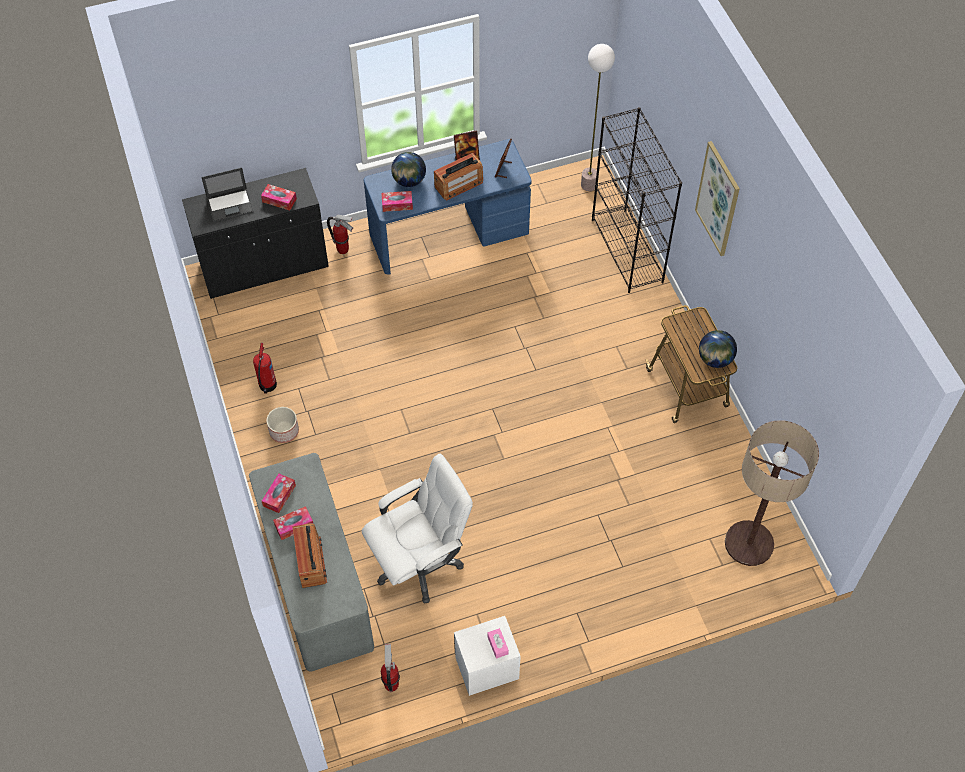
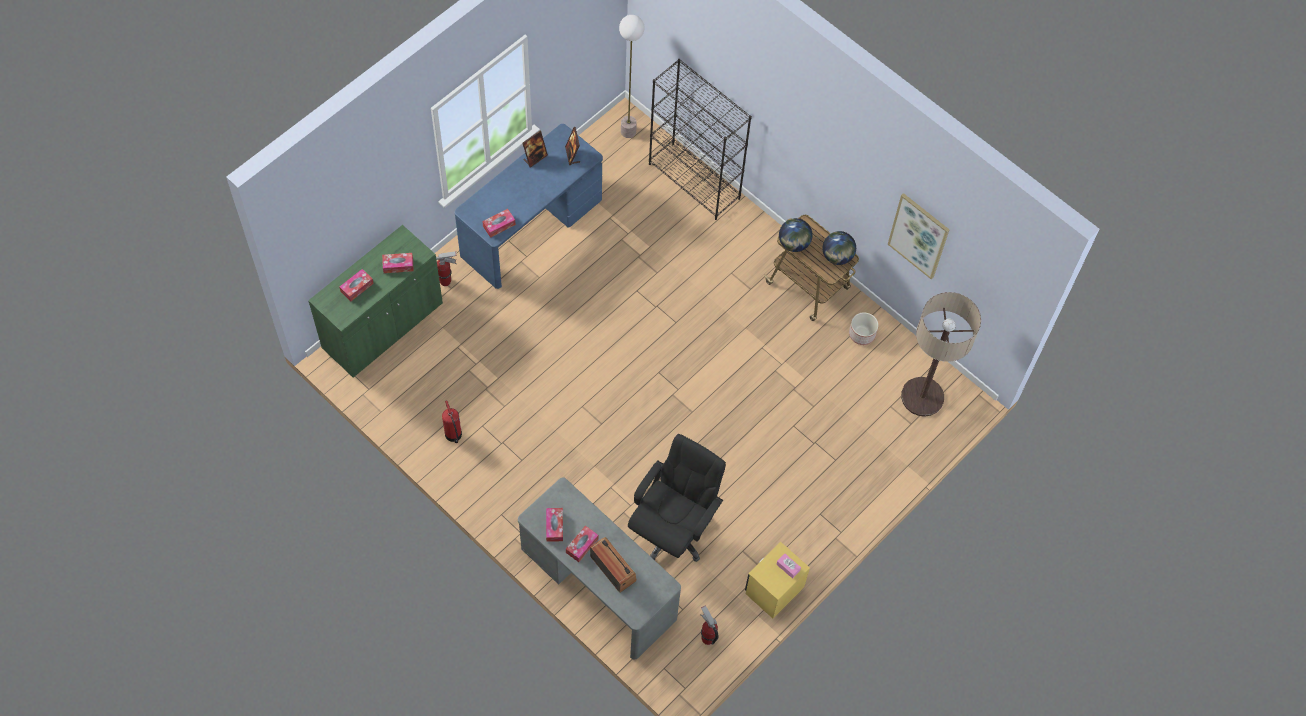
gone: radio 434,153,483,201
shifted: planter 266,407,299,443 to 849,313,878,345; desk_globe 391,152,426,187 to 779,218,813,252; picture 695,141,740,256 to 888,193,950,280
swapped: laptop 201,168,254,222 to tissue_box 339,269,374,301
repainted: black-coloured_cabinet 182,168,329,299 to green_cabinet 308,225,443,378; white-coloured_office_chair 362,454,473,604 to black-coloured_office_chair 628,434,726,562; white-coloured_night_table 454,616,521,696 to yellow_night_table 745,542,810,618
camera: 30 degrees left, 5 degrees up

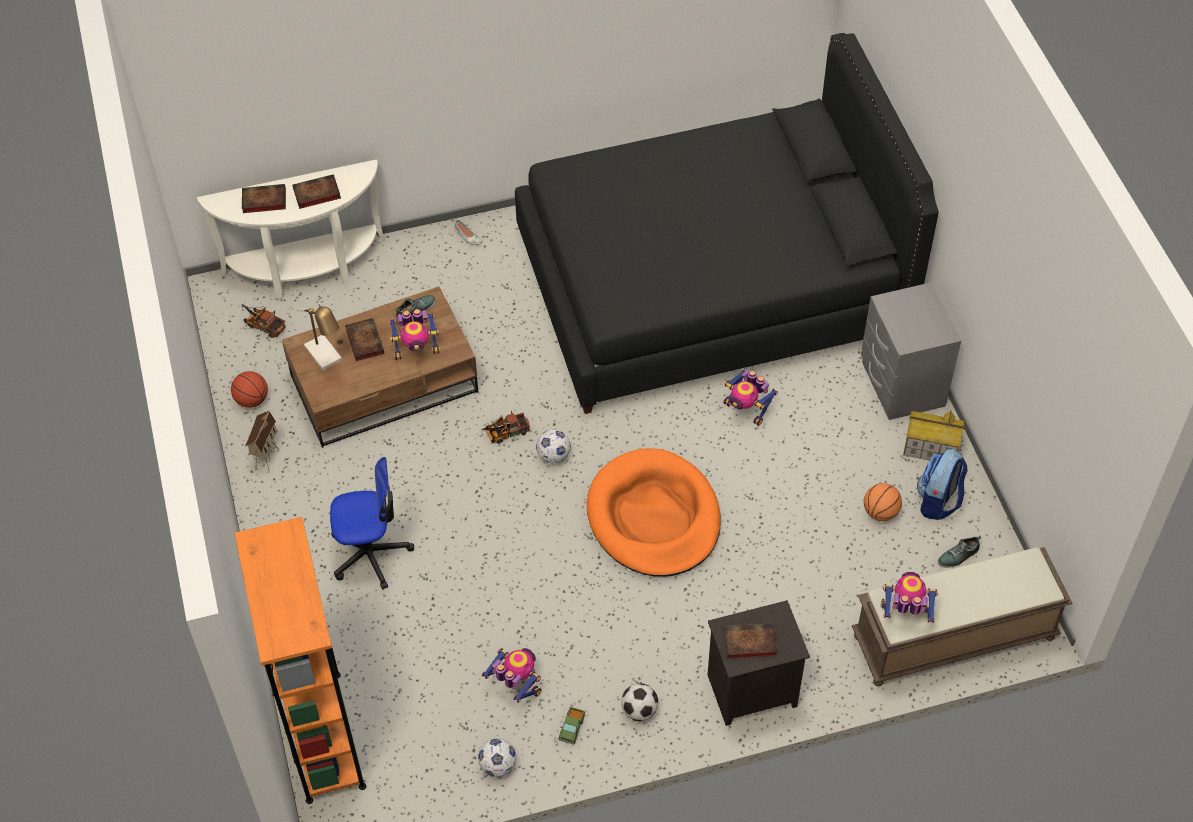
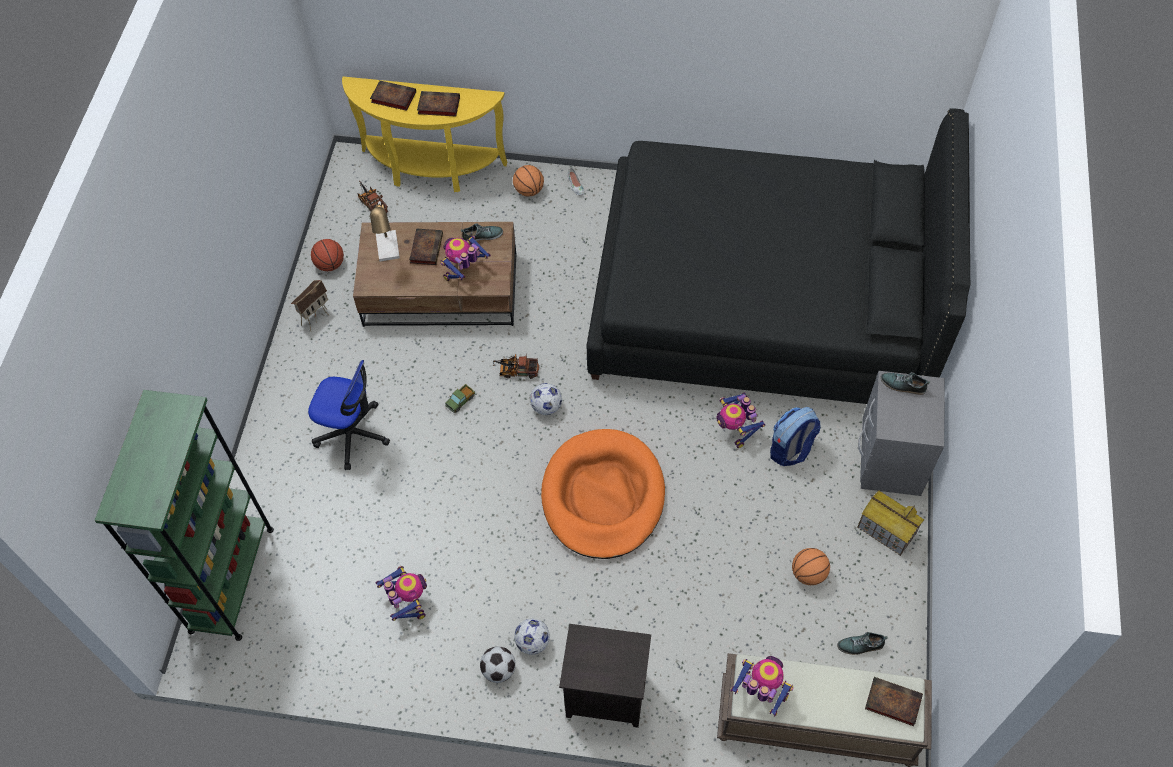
new: ball_for_basketball 513,165,544,196; low_shoe 880,372,930,395
shifted: ball_for_football 478,738,516,777 to 514,619,550,655; toy_truck 559,707,585,744 to 445,384,475,413; book 723,623,777,659 to 865,677,923,726; knapsack 917,449,968,520 to 770,407,821,466
repainted: white-coloured_narrow_table 197,159,386,299 to yellow_narrow_table 342,77,507,192; orangey_bookcase 234,517,366,804 to green_bookcase 94,390,274,641
rotated: model_robot 389,309,440,360 = 440,236,491,281 120 degrees clockwise
camera: 25 degrees right, 5 degrees up

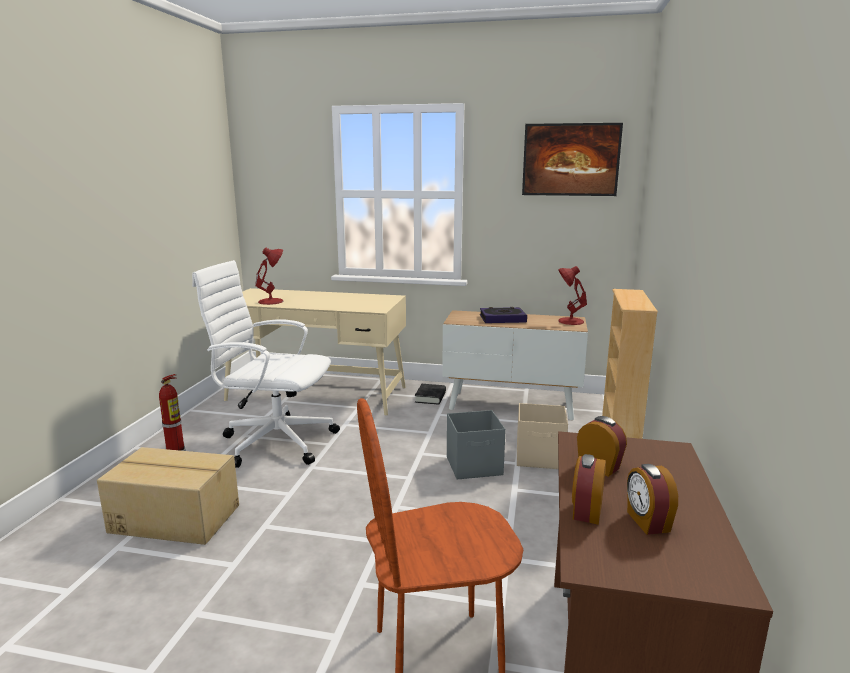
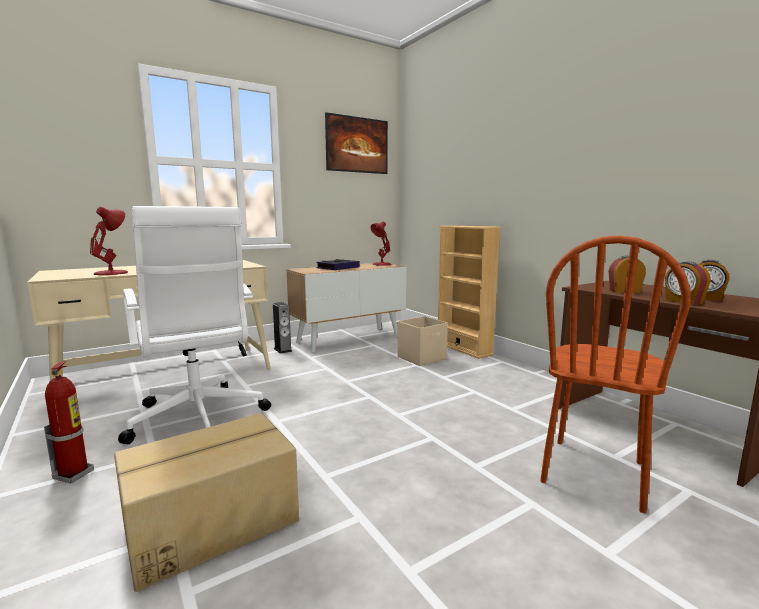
gone: greyish_storage_box 447,410,506,479
swapped: black-coloured_book 415,384,446,404 to loudspeaker 273,302,292,354
rotated: white-coloured_office_chair 192,260,340,468 = 118,206,271,444 90 degrees counterclockwise
camera: 45 degrees left, 5 degrees down

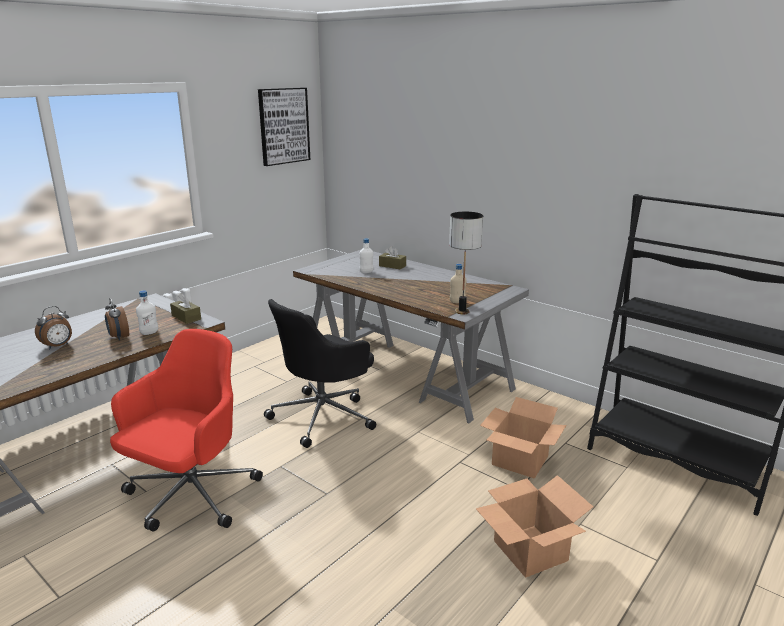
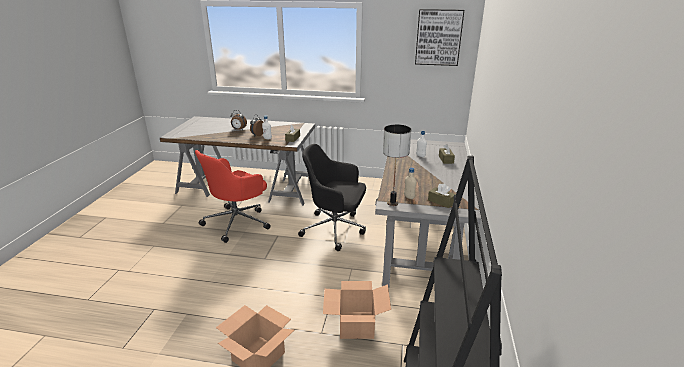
new: brown-coloured_tissue_box 428,183,456,208
rotated: red-coloured_office_chair 110,329,263,532 = 195,150,271,243 135 degrees clockwise
camera: 60 degrees right, 5 degrees up

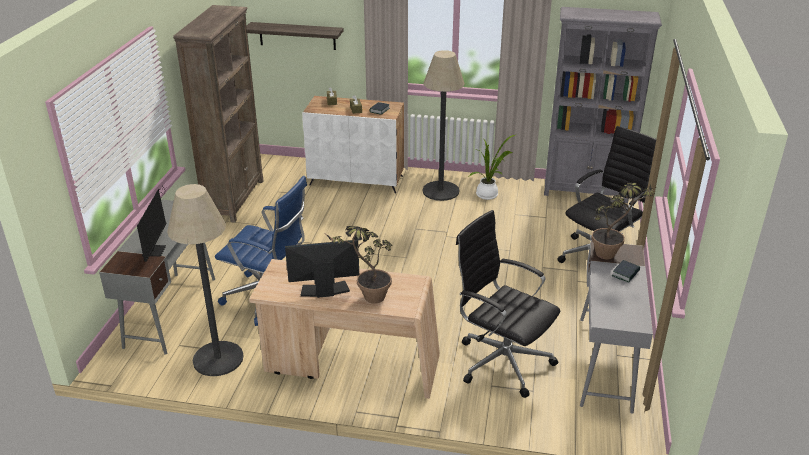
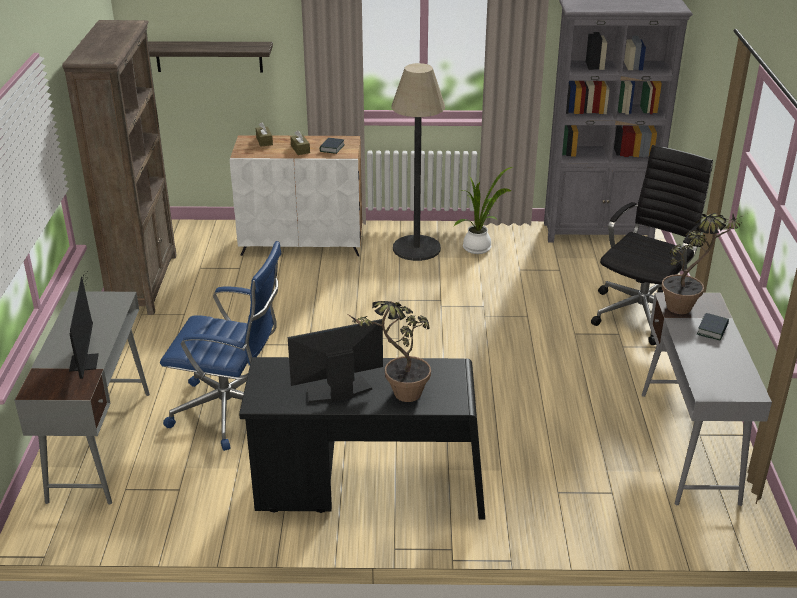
gone: floor_lamp 167,184,244,376; black-coloured_office_chair 456,210,560,398
repainted: sand-coloured_desk_table 249,259,440,399 to black-coloured_desk_table 239,357,485,519
camera: 10 degrees left, 0 degrees up

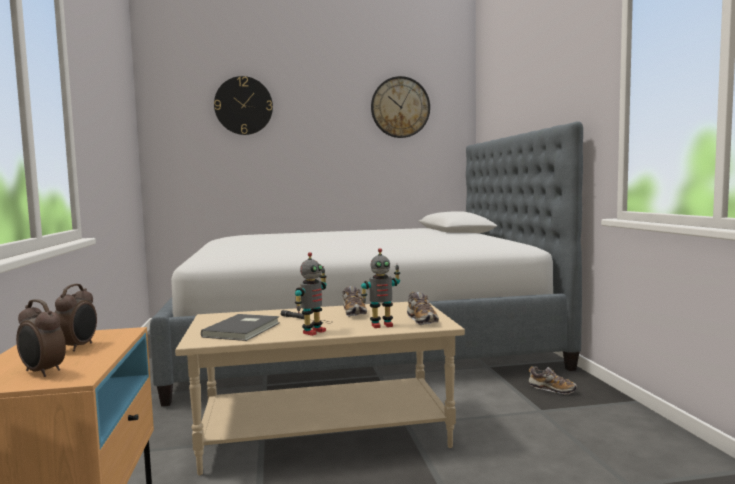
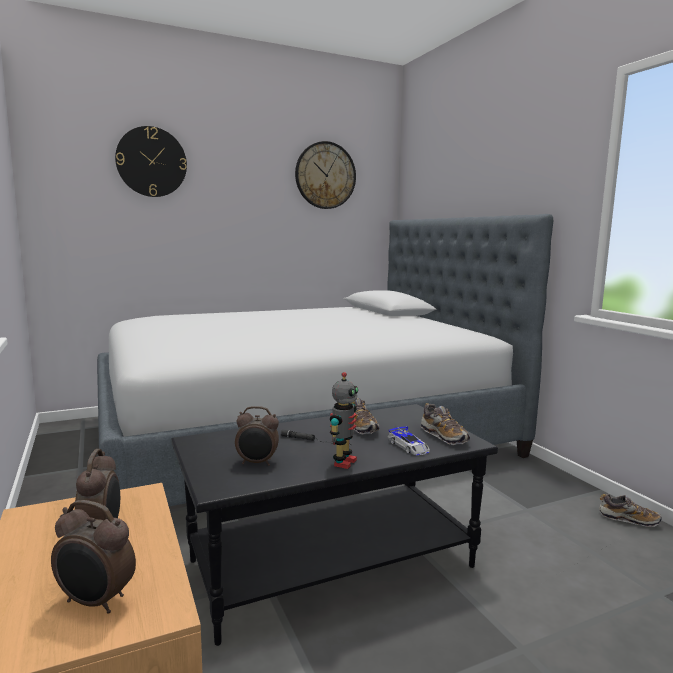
shifted: low_shoe 529,366,577,395 to 599,494,662,527
swapped: greyish_book 201,314,280,341 to table_clock 235,406,279,466; model_robot 361,248,400,328 to model_car 388,427,430,455
repainted: sand-coloured_coffee_table 175,302,465,475 to black-coloured_coffee_table 171,404,498,646
camera: 15 degrees left, 5 degrees up

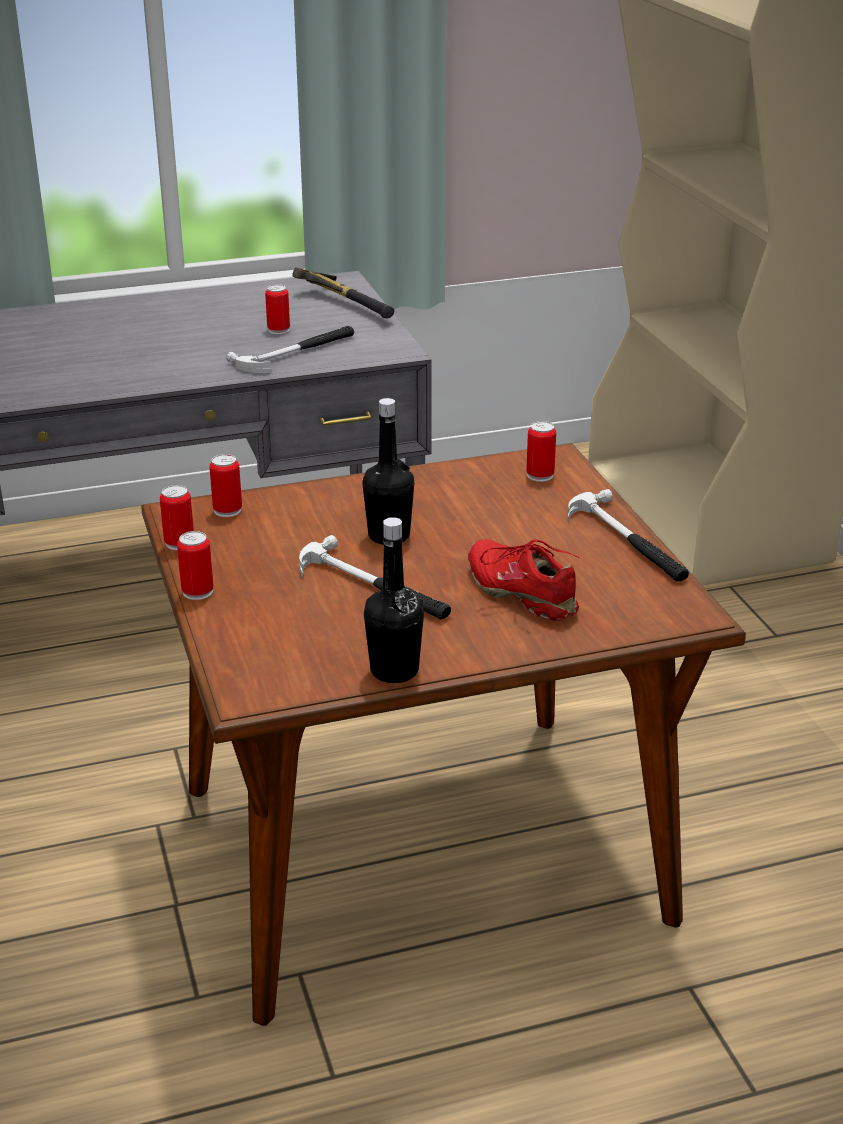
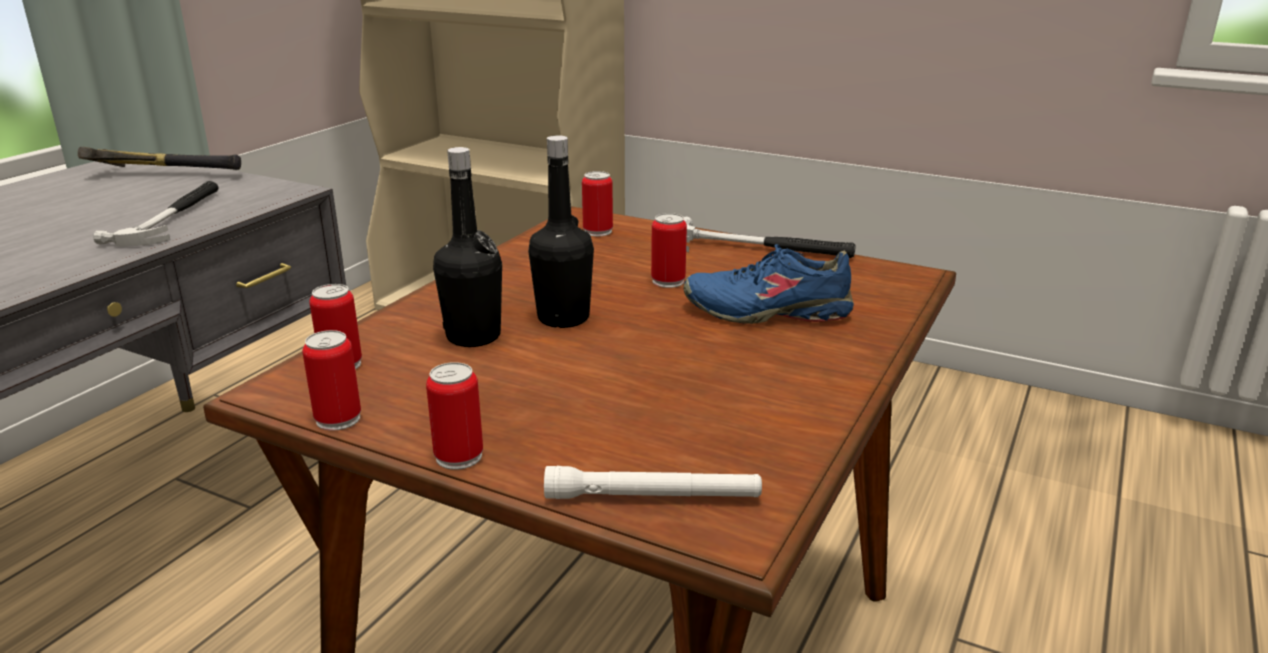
gone: hand_hammer 299,535,451,619
new: white-coloured_flashlight 544,466,762,499
shifted: sealed_can 265,284,290,334 to 651,213,687,288; black-coloured_bottle 364,517,424,683 to 433,147,502,347
repainted: red-coloured_low_shoe 468,539,579,621 to bluish_low_shoe 684,244,854,324
camera: 45 degrees left, 5 degrees down

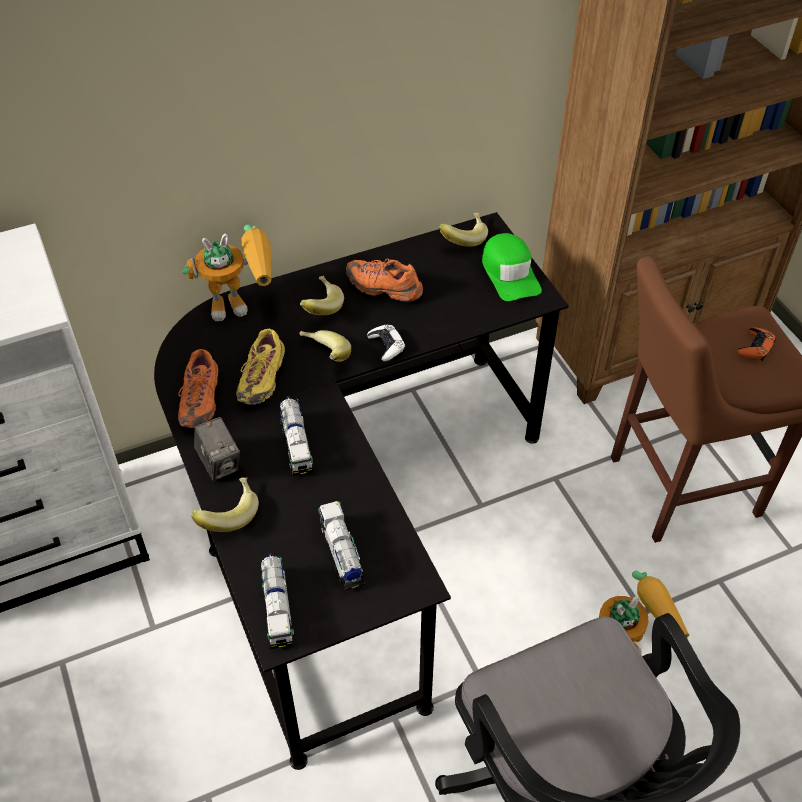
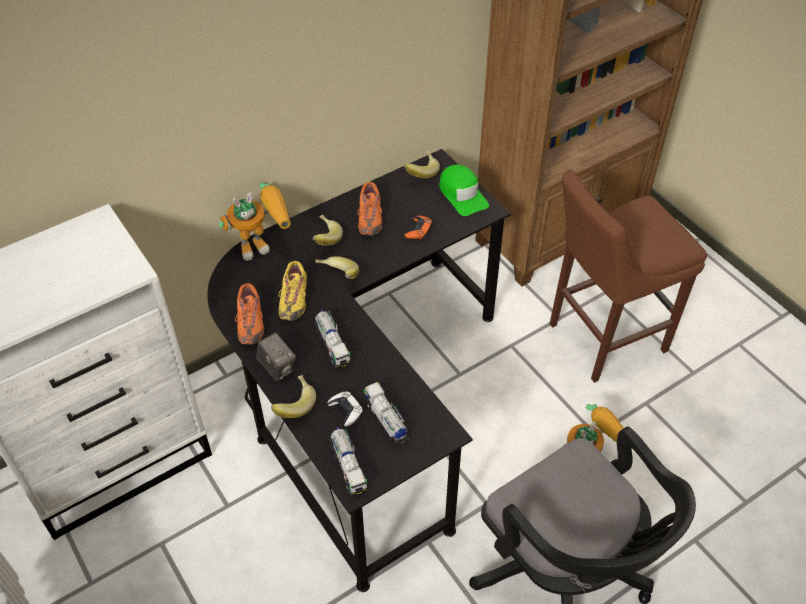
shifted: white-coloured_joypad 367,325,405,361 to 327,391,363,426; orangey_joypad 737,327,776,361 to 404,216,432,240
rotated: orangey_low_shoe 346,258,423,302 = 357,182,382,236 105 degrees counterclockwise
camera: 10 degrees left, 0 degrees up

